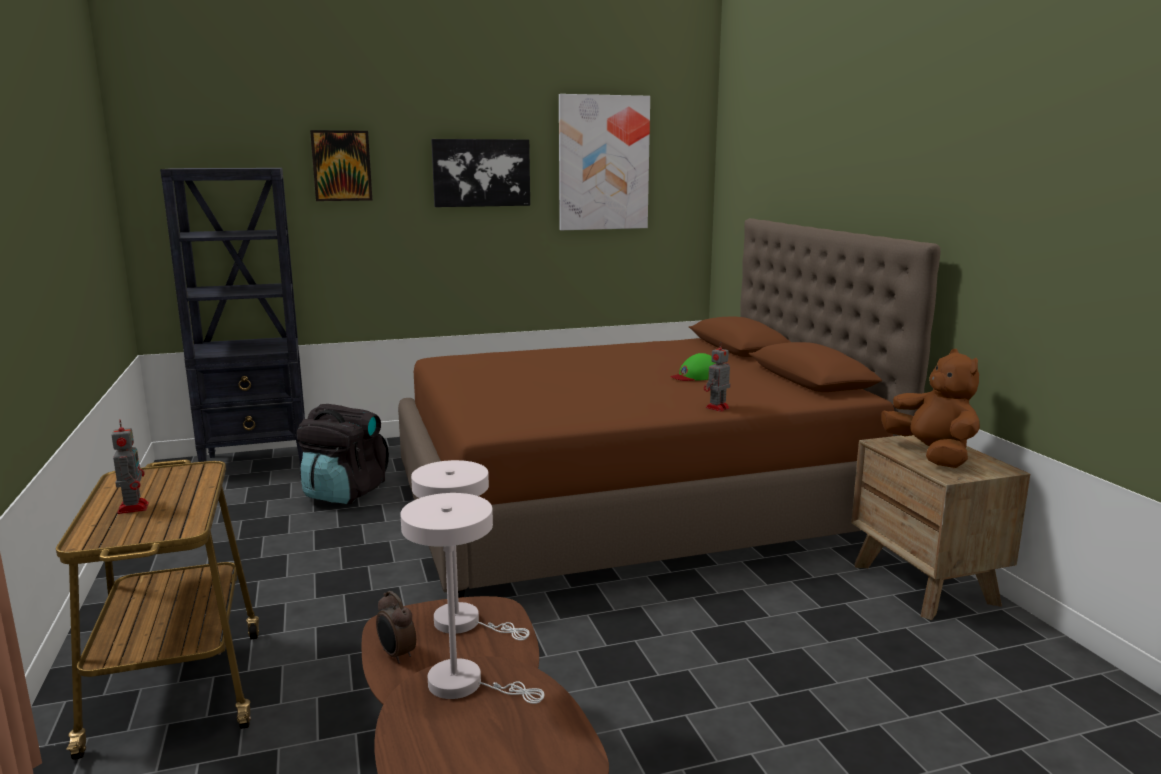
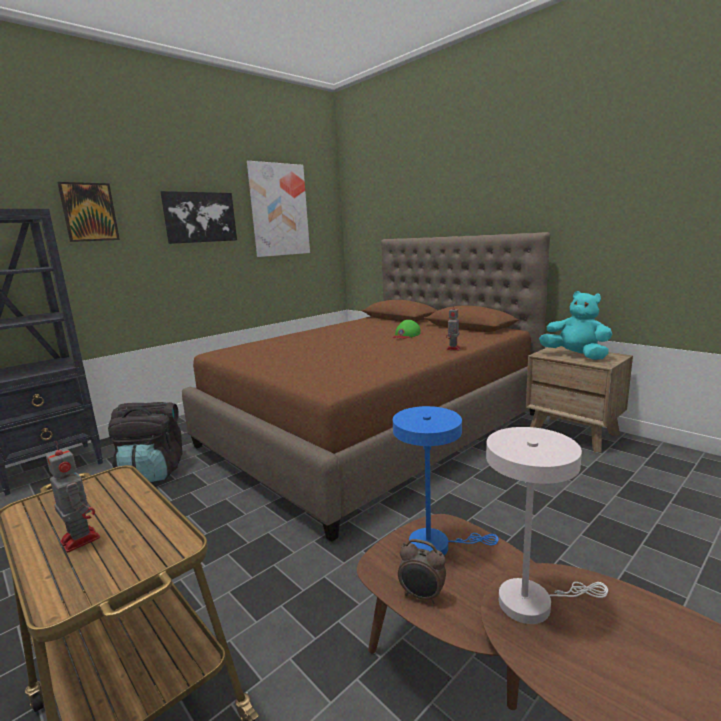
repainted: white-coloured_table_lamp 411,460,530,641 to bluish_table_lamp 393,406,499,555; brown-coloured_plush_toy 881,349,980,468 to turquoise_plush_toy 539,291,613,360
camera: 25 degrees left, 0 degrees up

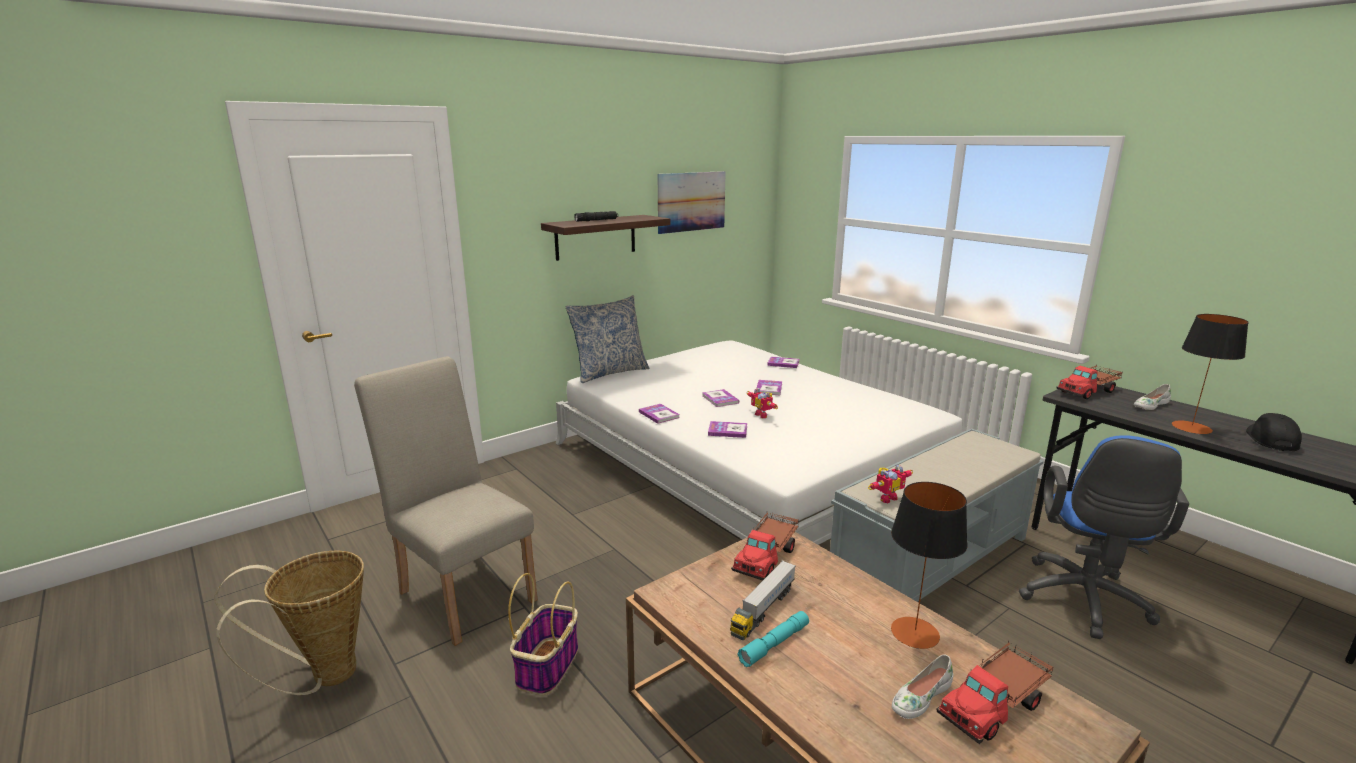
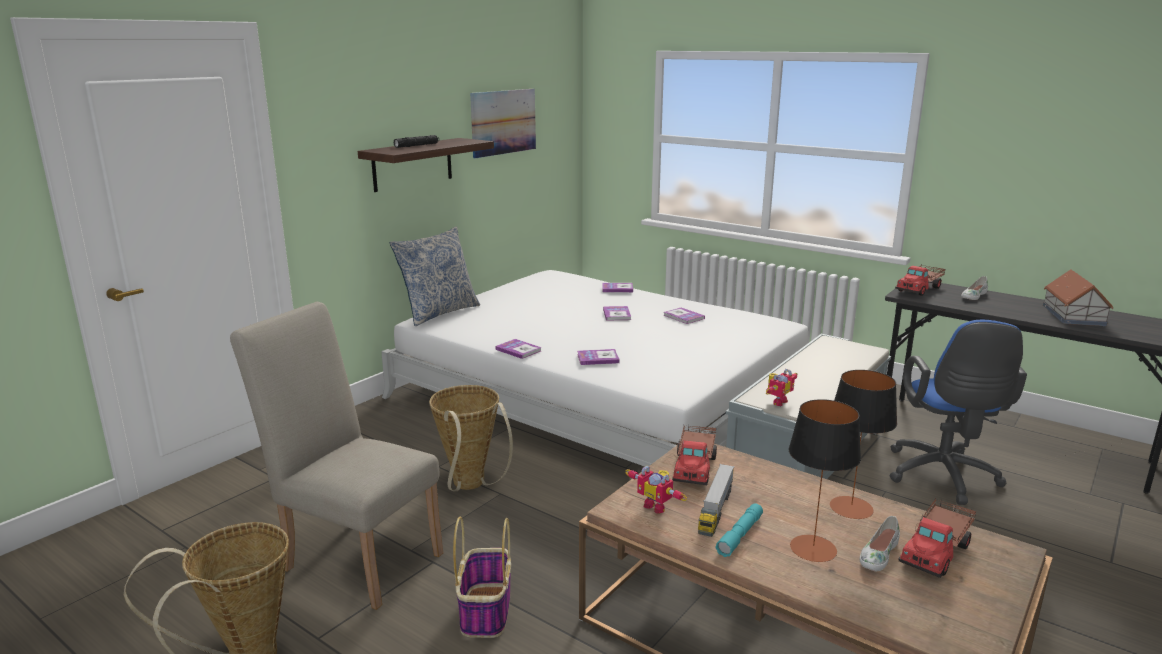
new: basket 429,385,513,491
shifted: book 702,389,739,407 to 664,307,705,324; model_robot 747,388,778,418 to 625,466,687,514; table_lamp 1172,314,1249,434 to 788,399,861,562
swapped: black-coloured_cap 1246,413,1302,451 to model_house 1043,269,1113,326
camera: 15 degrees left, 0 degrees up

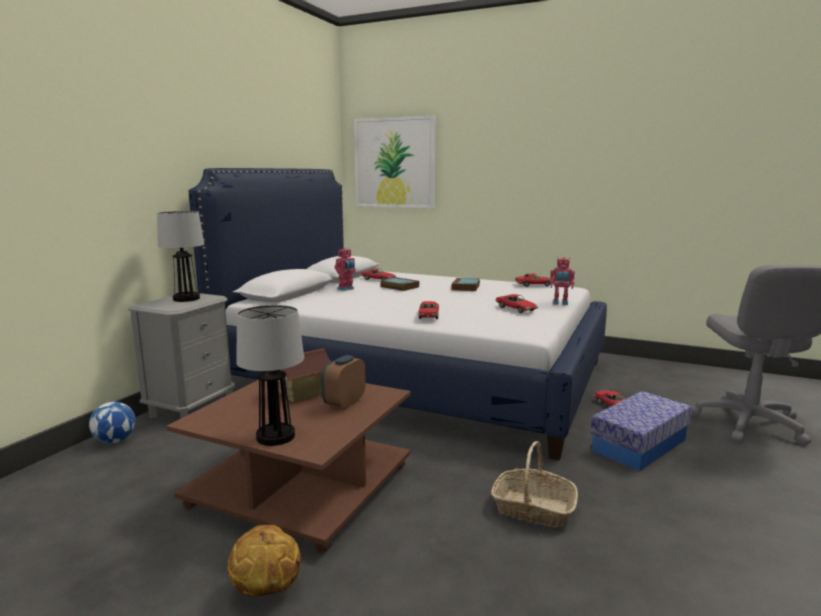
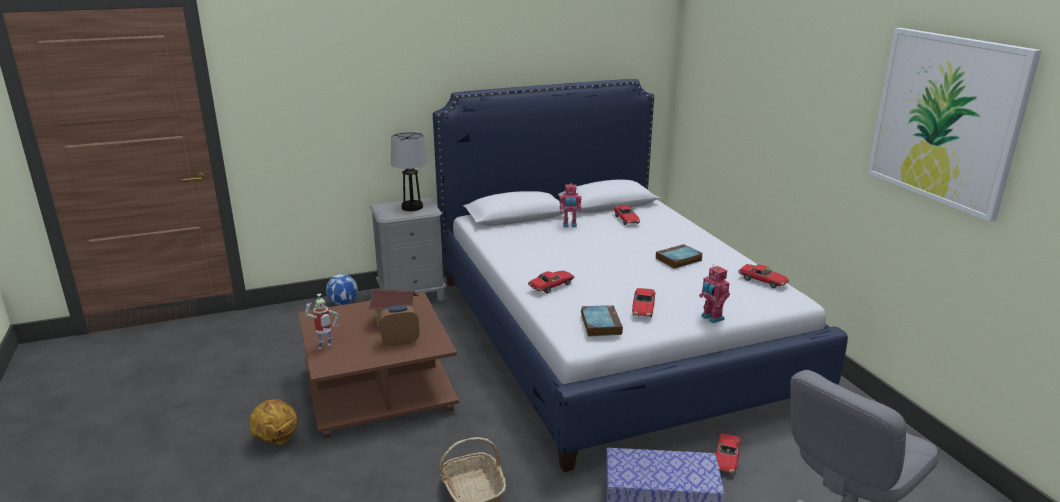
shifted: picture 354,116,436,209 to 867,28,1042,222; book 380,277,419,291 to 581,305,623,337
swapped: table_lamp 236,305,304,446 to model_robot 305,294,339,349
camera: 45 degrees right, 10 degrees up

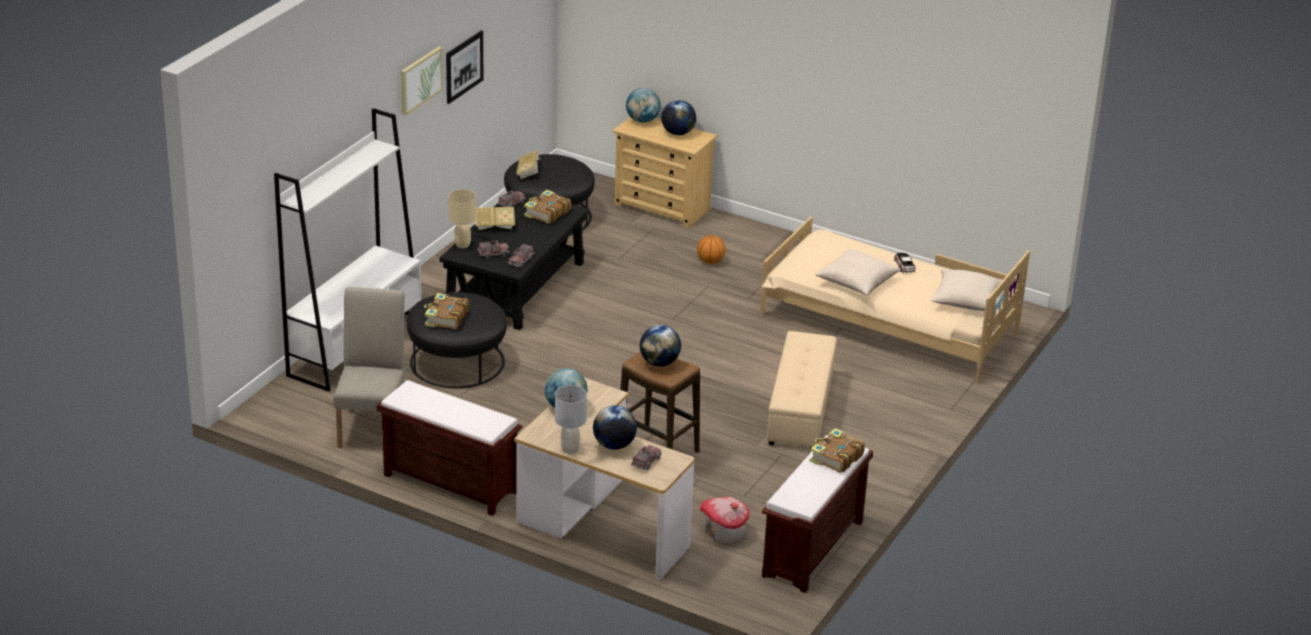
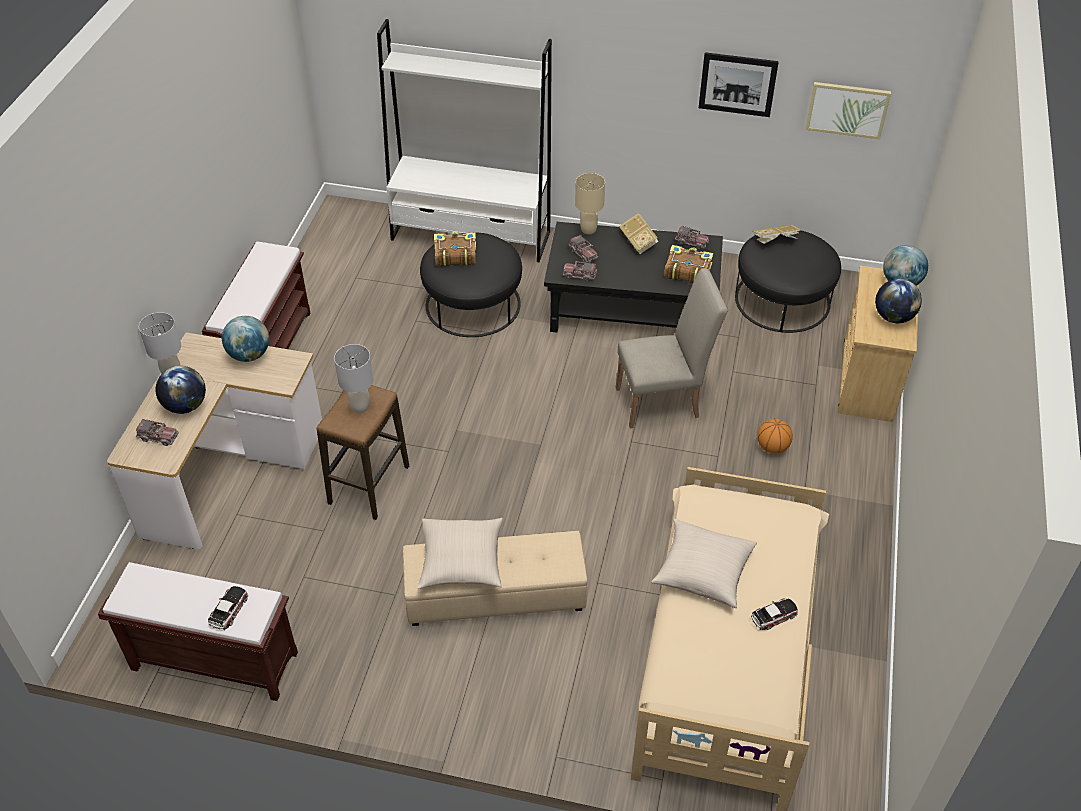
gone: model_house 700,497,750,543
shifted: sand-coloured_chair 333,287,405,448 to 616,268,728,429; picture 401,46,443,115 to 805,82,891,139; sand-coloured_cushion 930,269,1002,311 to 418,518,503,589
swapped: desk_globe 640,325,681,366 to greyish_table_lamp 334,344,373,414; book 810,428,865,473 to model_car 208,586,248,630
camera: 75 degrees right, 15 degrees up

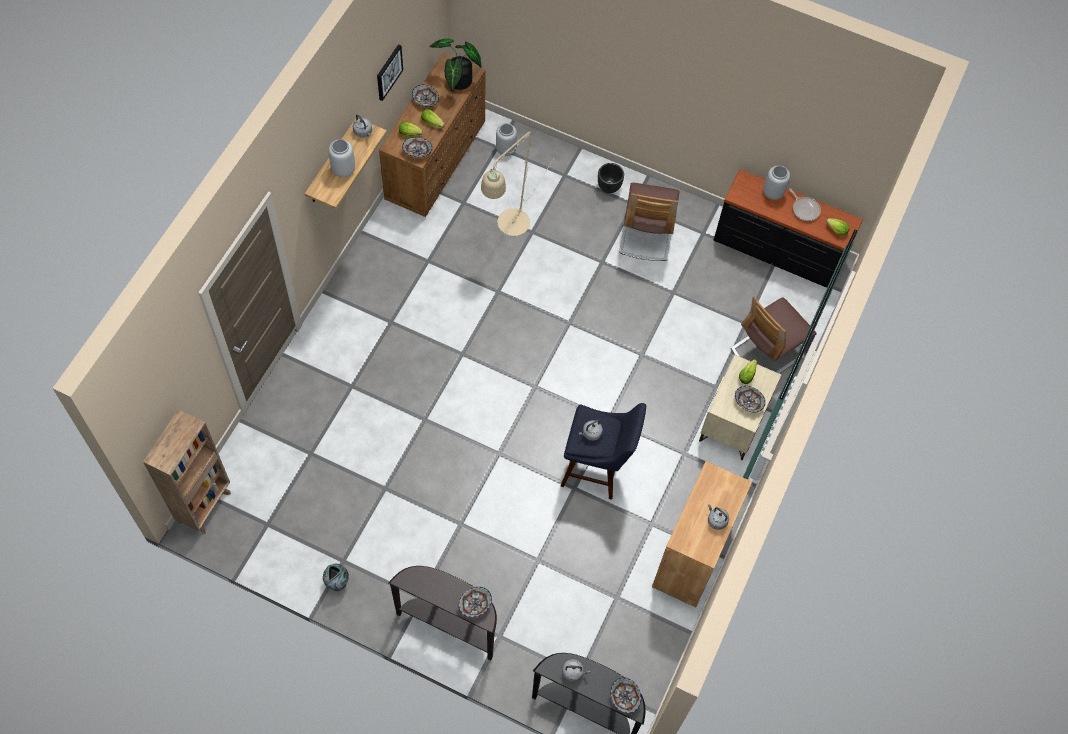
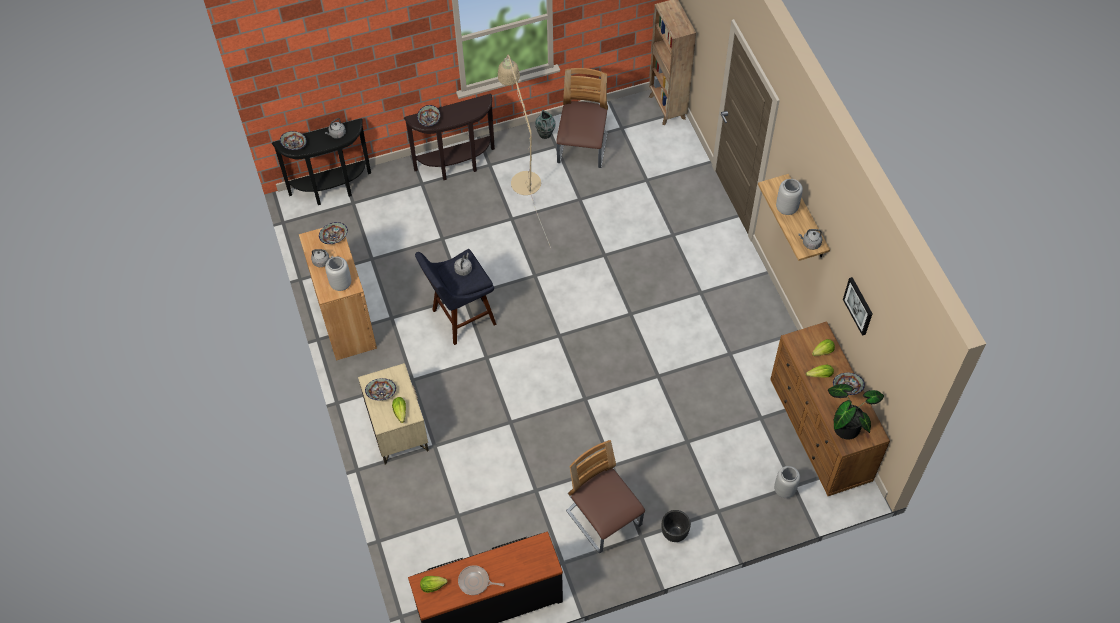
shifted: serving_bowl 402,137,432,158 to 319,222,348,244; sand-coloured_floor_lamp 481,132,555,236 to 498,55,551,248; chair 731,296,817,374 to 556,68,608,168; greyish_vase 763,165,790,200 to 325,257,351,291
camera: 140 degrees right, 5 degrees down

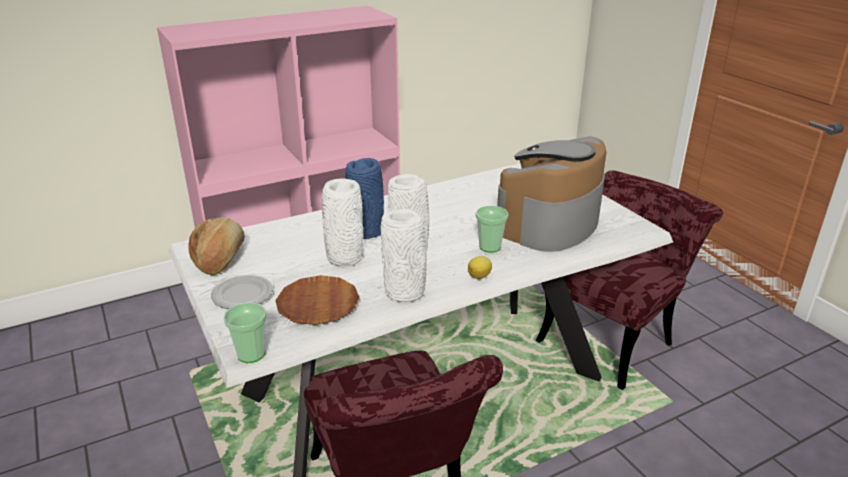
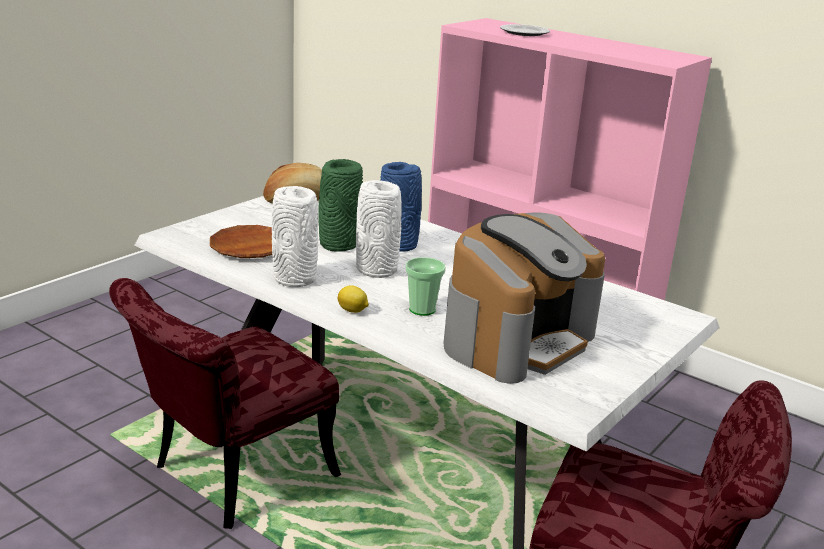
gone: drinking_cup 224,303,267,363
shifted: plate 211,275,273,309 to 500,24,550,36
repainted: white-coloured_vase 322,179,363,266 to green_vase 318,159,363,252
rotated: coffee_brewer 497,136,607,252 = 444,213,605,384 120 degrees clockwise
camera: 65 degrees right, 5 degrees down

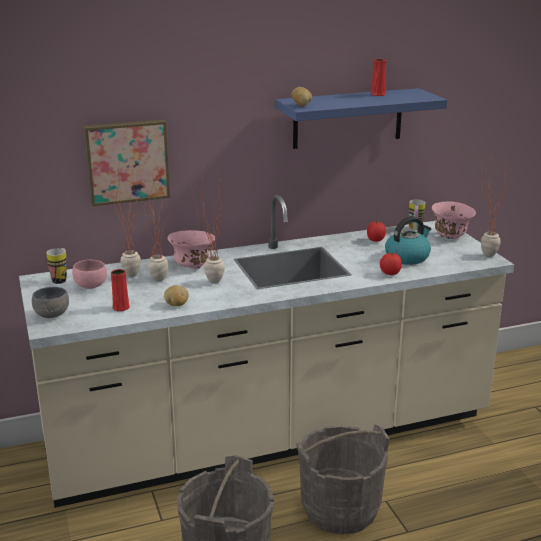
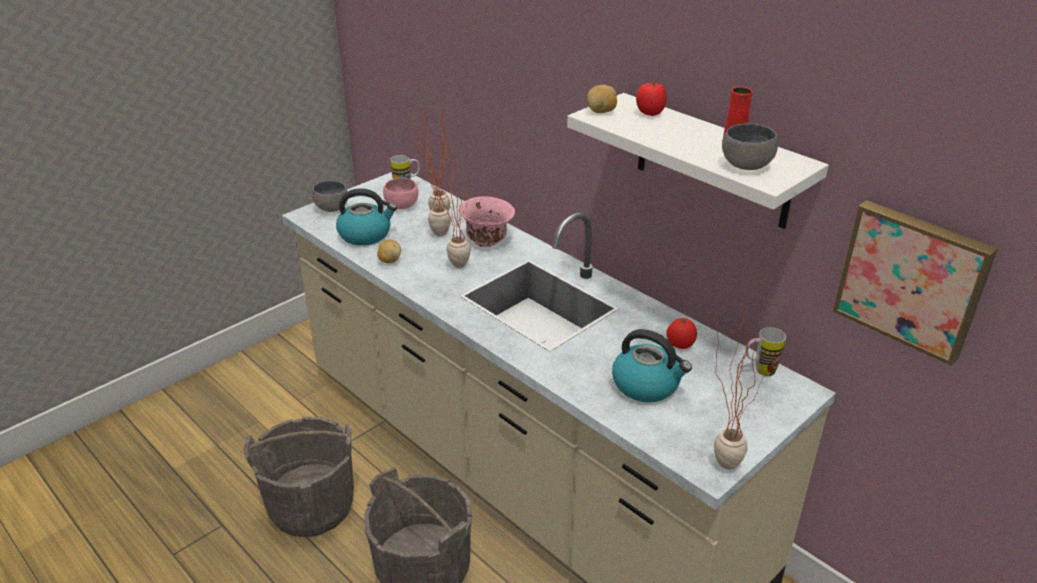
gone: pink-coloured_serving_bowl 432,201,476,239
new: greyish_serving_bowl 722,123,778,170
shifted: picture 83,119,170,206 to 833,200,998,366; fresh_tomato 380,252,402,275 to 636,82,667,116
swapped: red-coloured_vase 111,269,130,311 to kettle 336,188,397,246
repainted: bluish_bracket_shelf 275,88,447,149 to white-coloured_bracket_shelf 567,93,829,229
camera: 65 degrees right, 10 degrees up

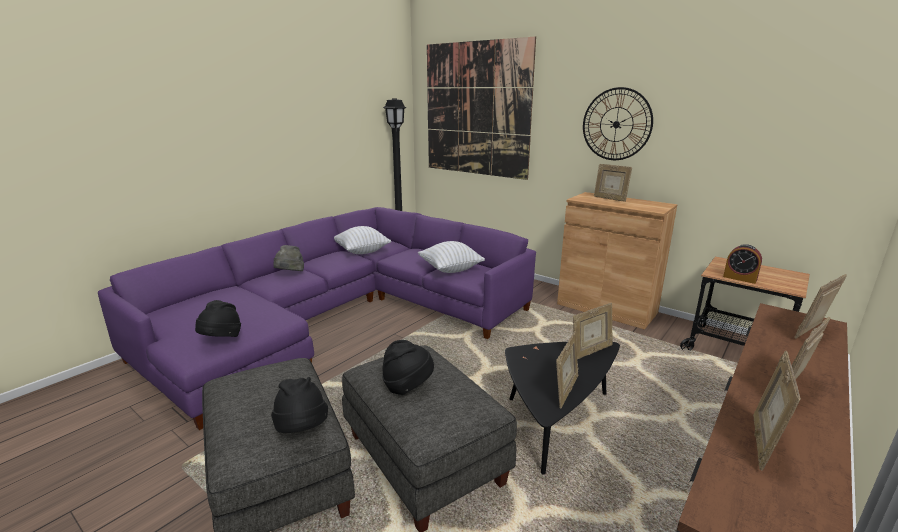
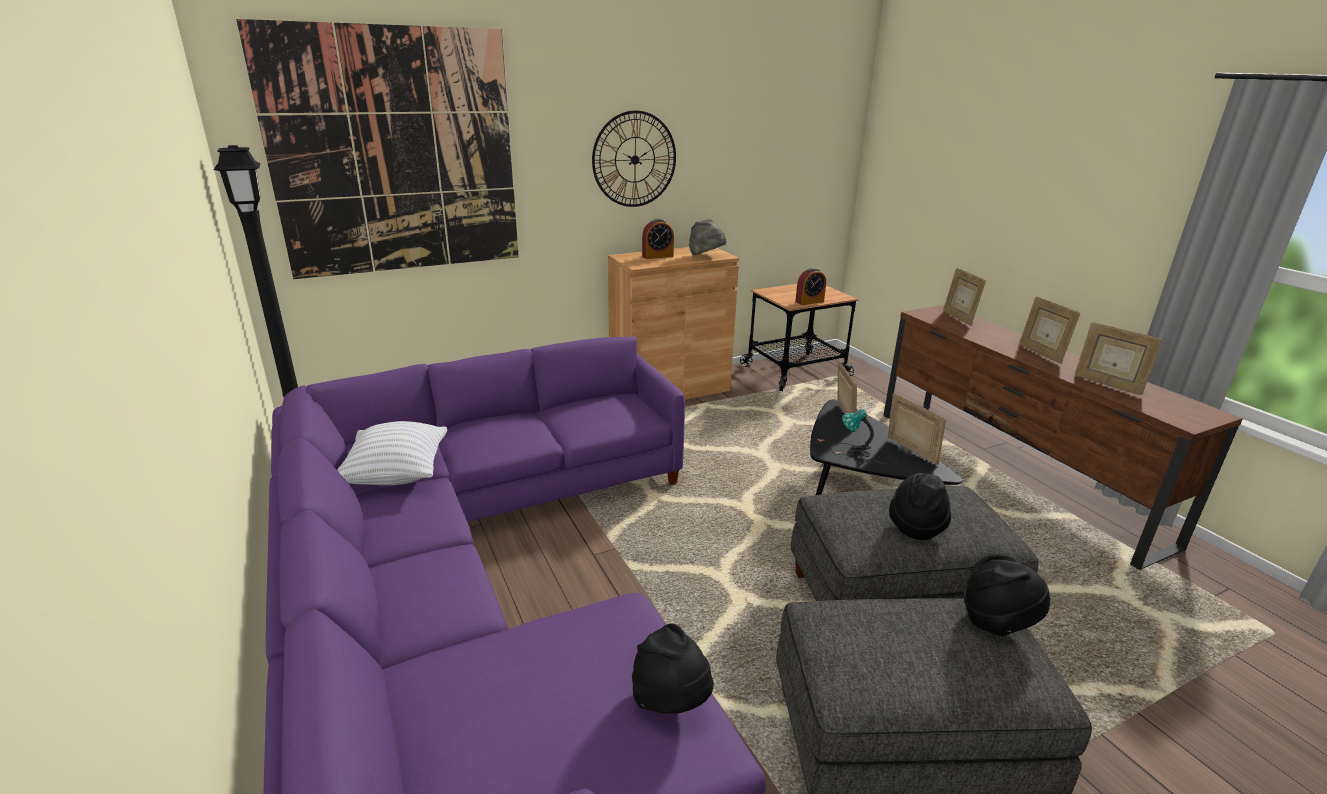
gone: white-coloured_cushion 418,241,485,273
new: table_lamp 831,409,897,465
shifted: greyish_wearable_hat 273,245,304,271 to 689,219,726,256
swapped: standing_frame 594,164,632,202 to table_clock 642,219,674,259
camera: 65 degrees left, 5 degrees up

